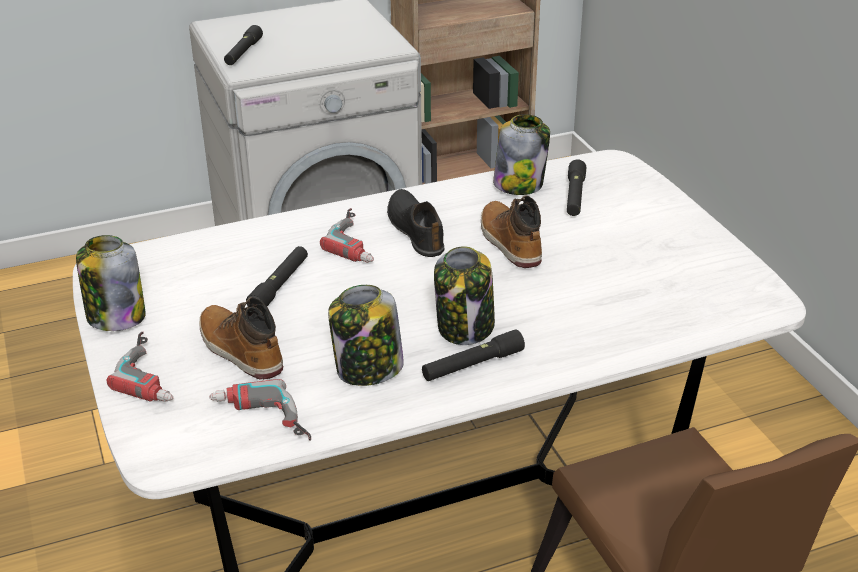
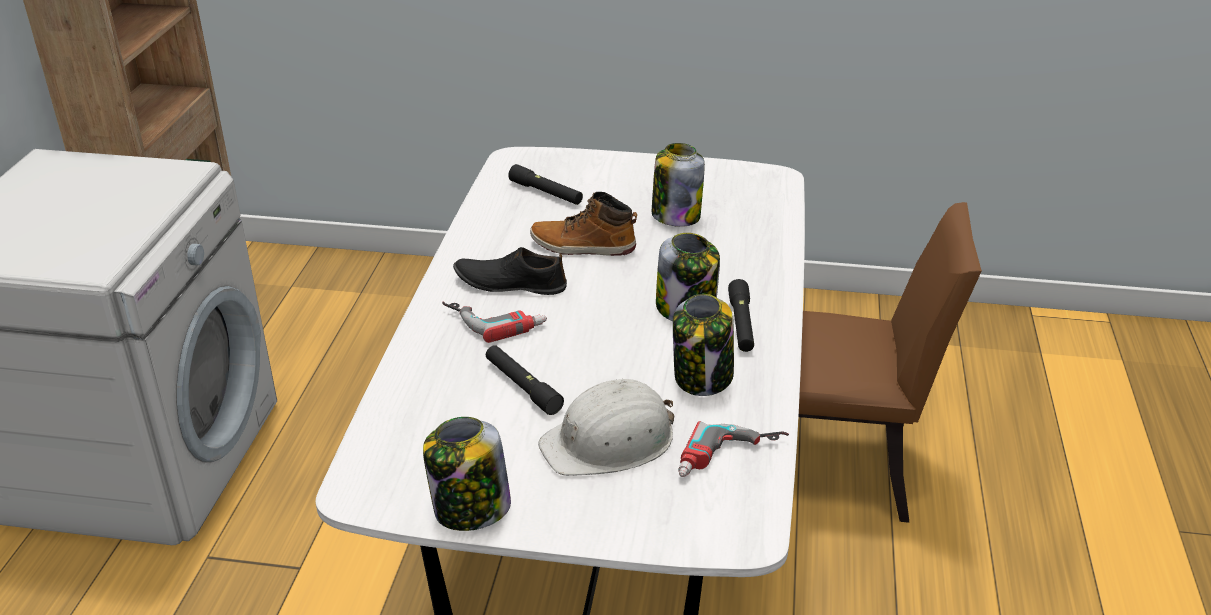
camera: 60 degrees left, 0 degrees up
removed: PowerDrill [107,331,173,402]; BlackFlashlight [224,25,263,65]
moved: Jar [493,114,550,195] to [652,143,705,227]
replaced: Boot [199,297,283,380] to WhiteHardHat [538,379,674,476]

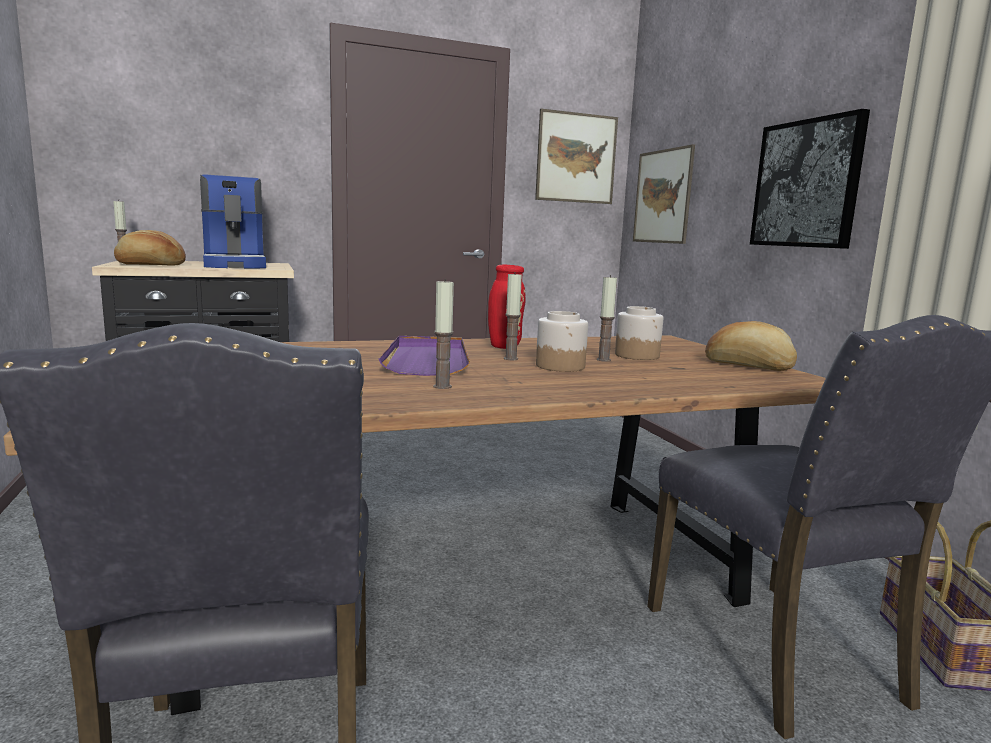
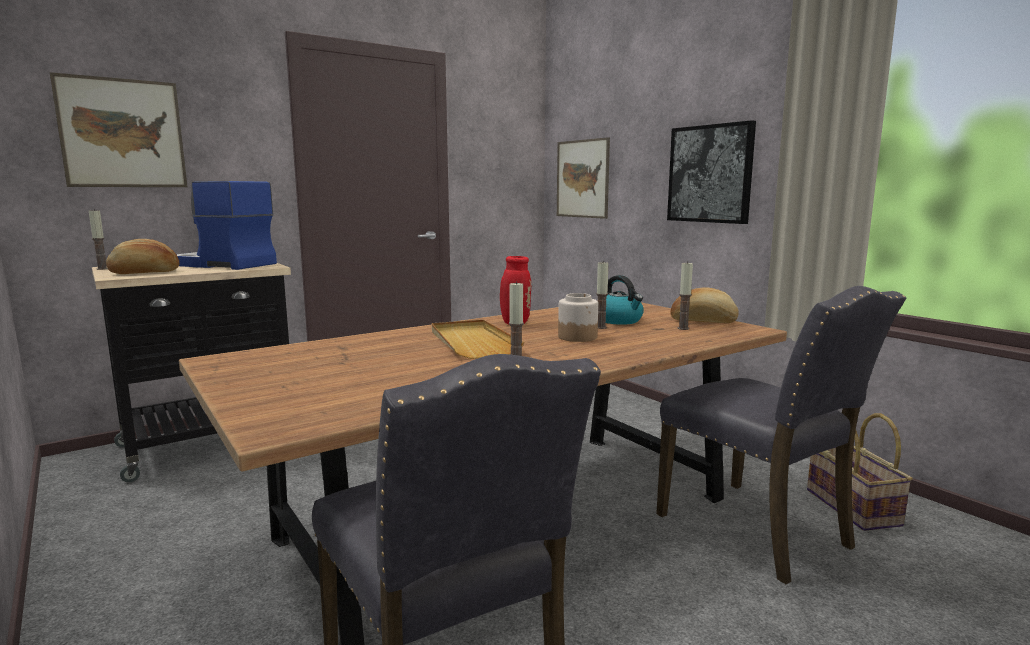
camera: 15 degrees left, 0 degrees up
moved: Picture [535,109,618,204] to [50,72,188,187]; Candle [504,274,522,360] to [678,261,693,330]
replaced: Jar [615,306,663,360] to Kettle [606,275,644,325]
recoloured: PurpleTray [378,336,470,376] to BeigeTray [432,320,524,359]
turned: CoffeeMachine [200,174,266,269] = [176,181,277,270] 150 degrees clockwise

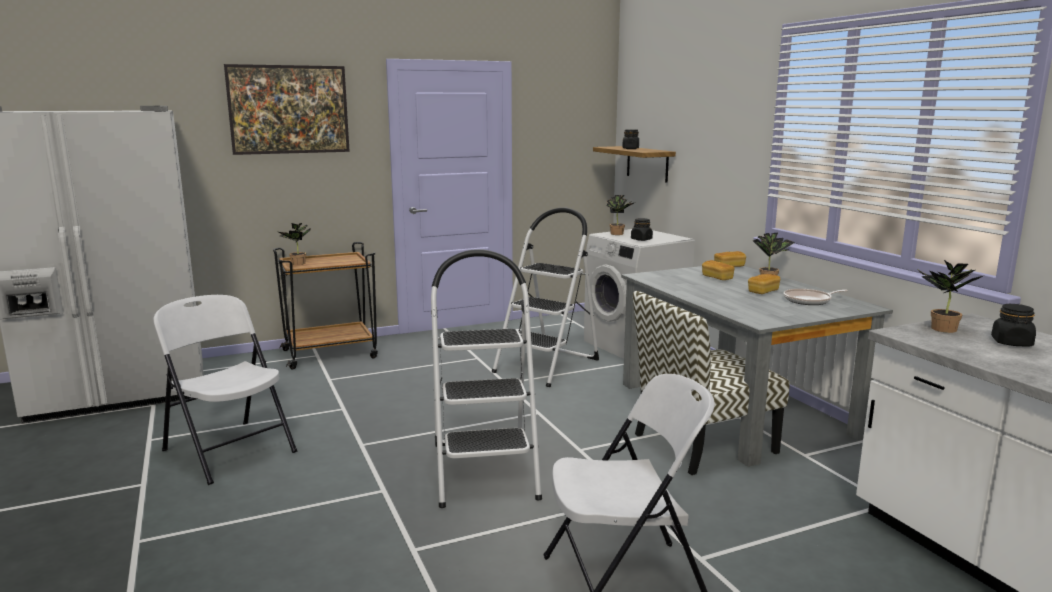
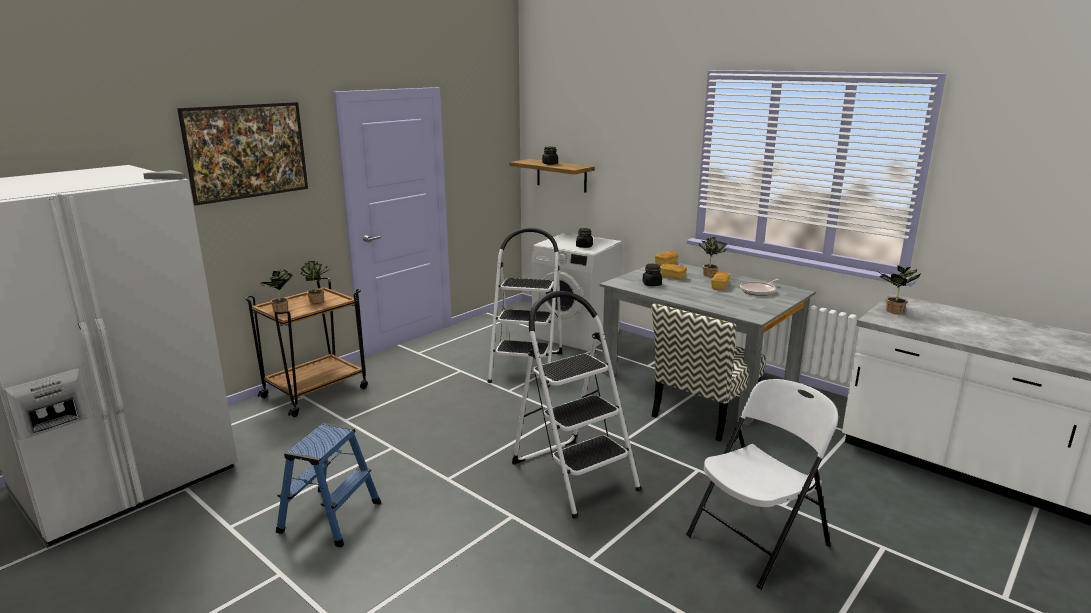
camera: 25 degrees left, 5 degrees up
moved: PottedPlant [606,195,634,235] to [300,261,330,303]; BlackJar [991,304,1036,346] to [643,264,662,286]
replaced: WhiteChair [154,295,297,485] to BlueStepLadder [276,423,381,547]

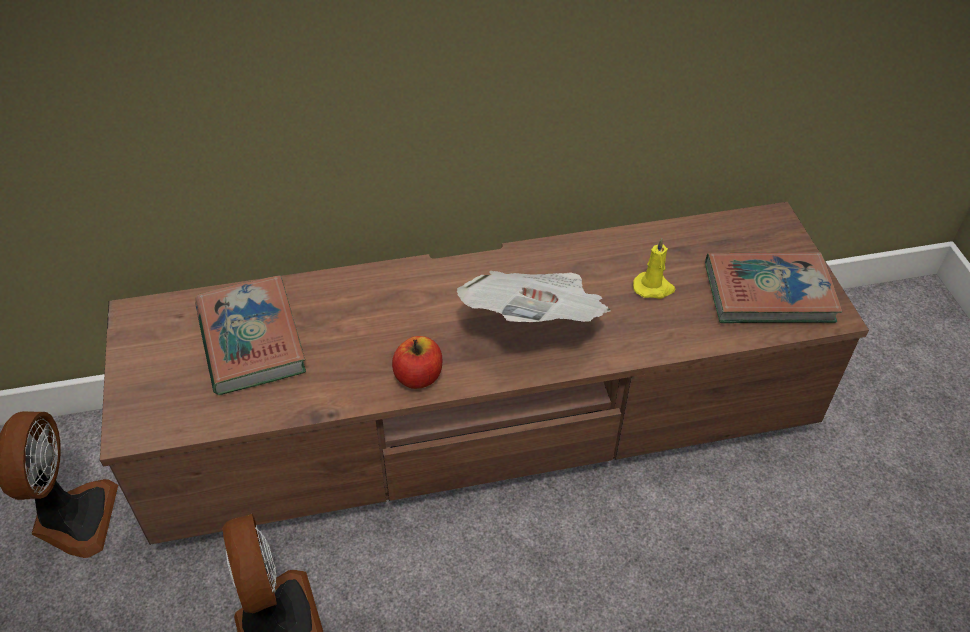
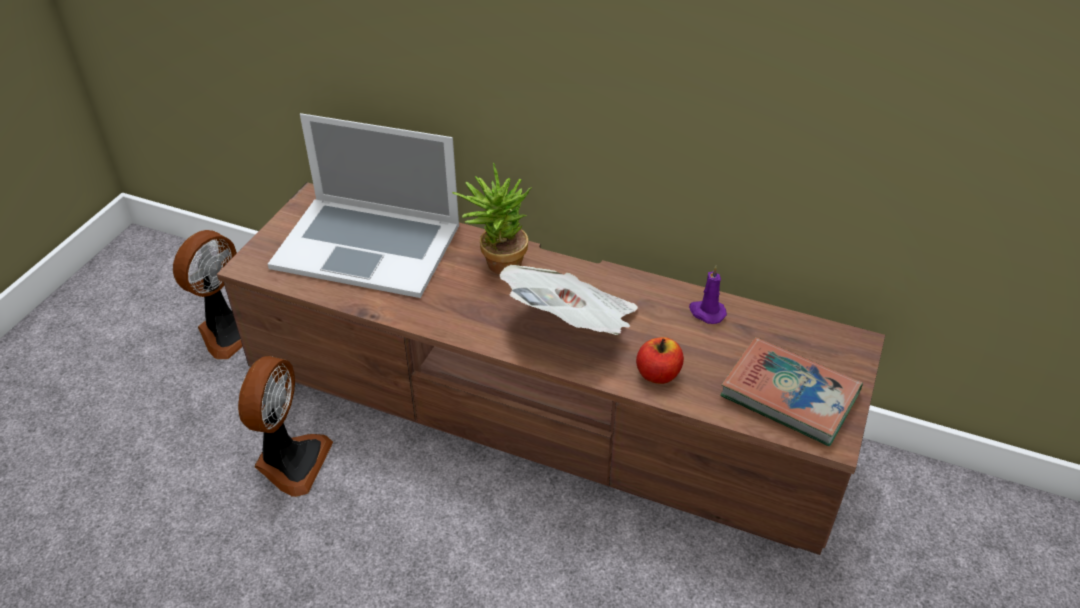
camera: 35 degrees right, 5 degrees down
removed: YellowCandle [633,238,675,299]
added: PottedPlant [452,162,532,274]; PurpleCandle [689,266,727,324]
moved: Apple [392,336,442,389] to [636,337,684,384]
replaced: Book [195,276,306,395] to Laptop [268,113,459,298]

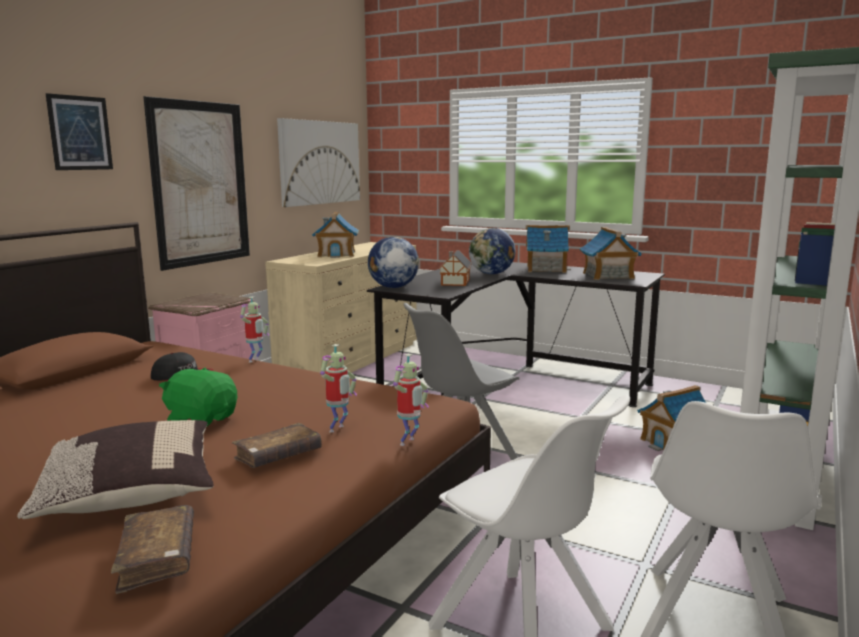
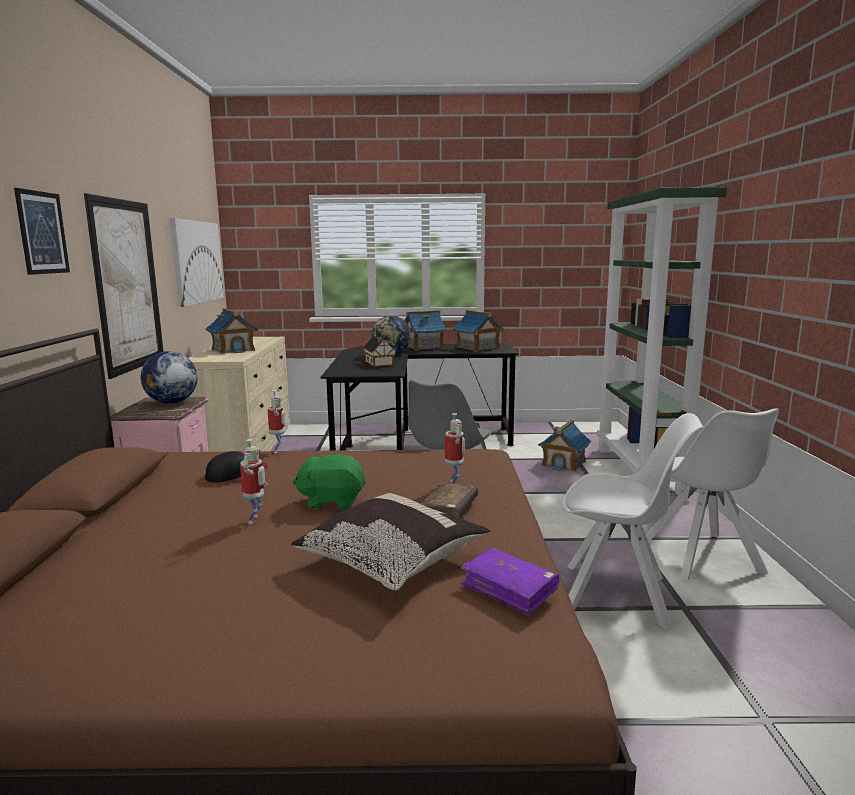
camera: 30 degrees left, 0 degrees up
moved: Globe [368,237,419,288] to [141,351,198,404]; ToyRobot [393,354,429,446] to [240,439,268,524]
recoloured: BrownBook [111,505,194,594] to PurpleBook [461,548,559,616]

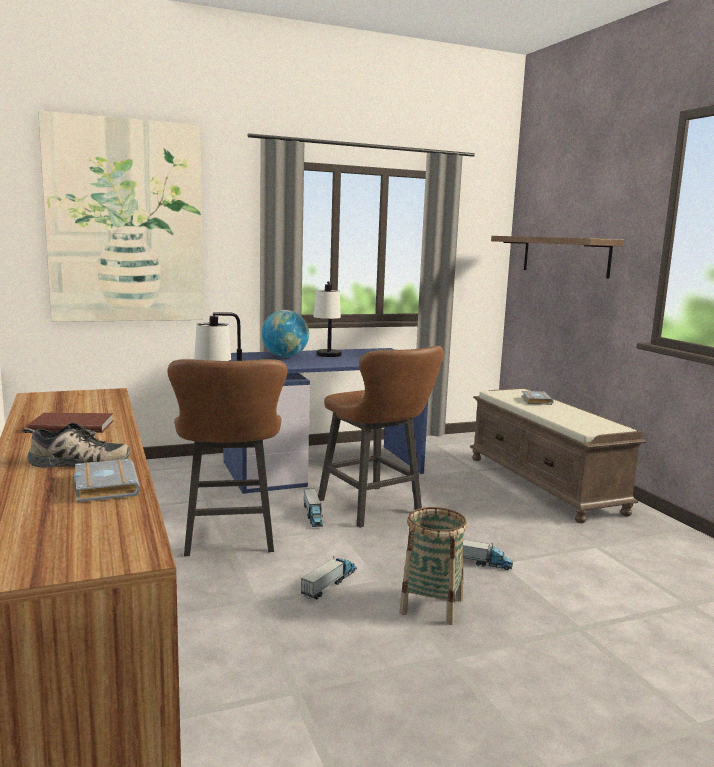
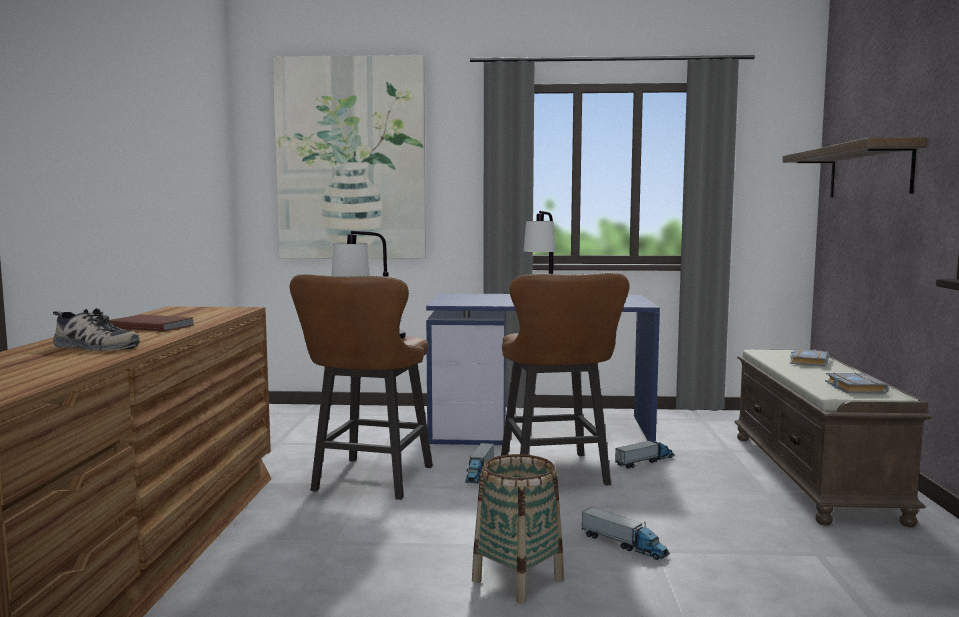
camera: 25 degrees right, 5 degrees down
removed: Globe [262,310,309,357]
moved: ToyTruck [301,556,357,599] to [615,439,674,469]; GreyBook [74,459,140,502] to [825,373,889,394]

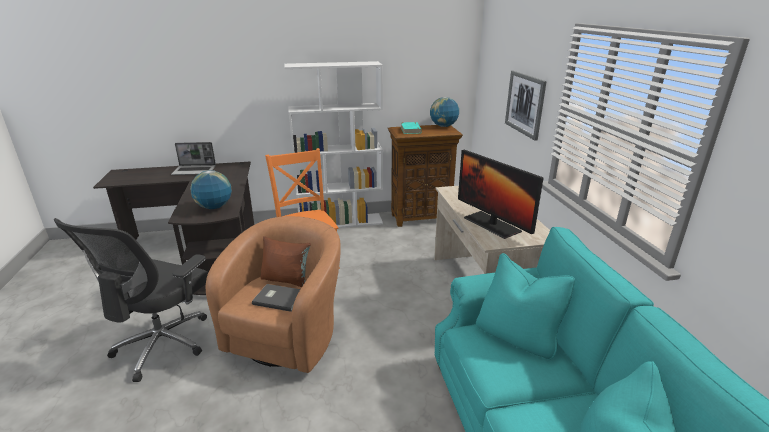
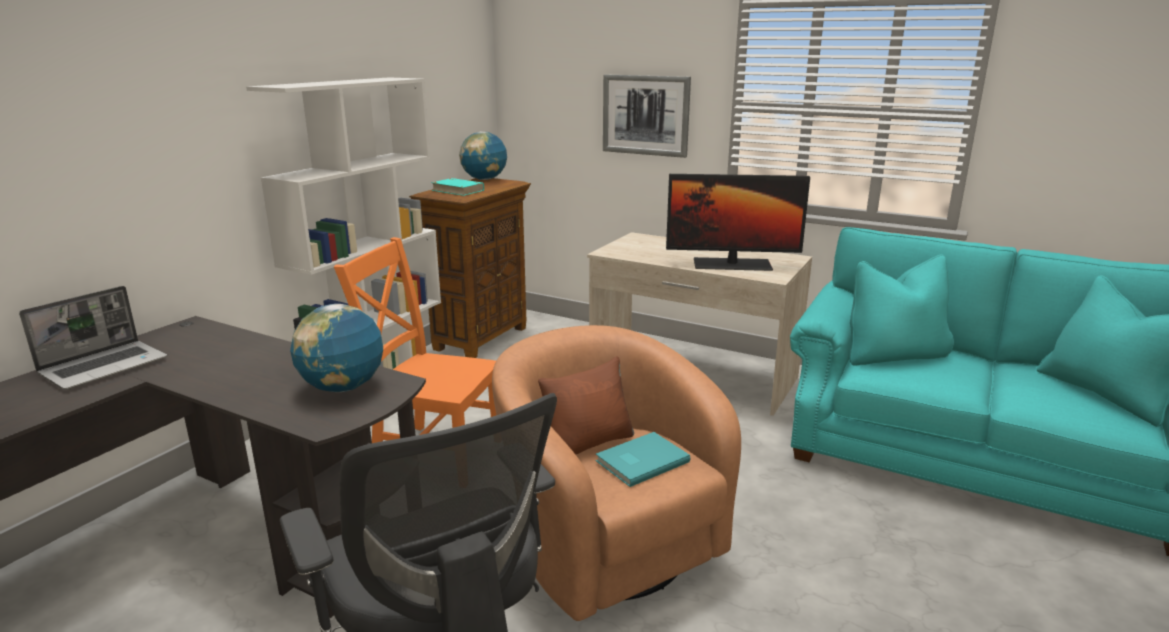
camera: 50 degrees left, 5 degrees down
recoloured: GreyBook [252,284,300,312] to TurquoiseBook [596,432,690,487]

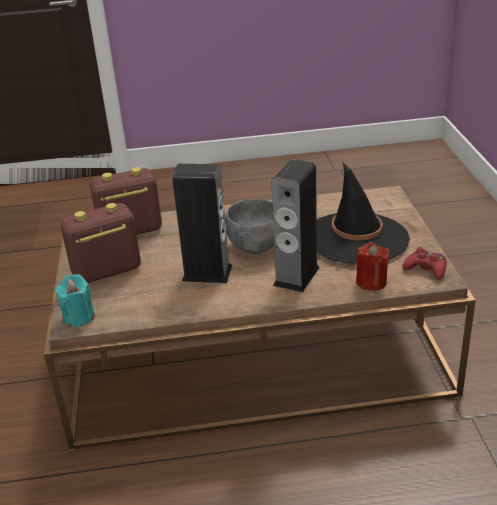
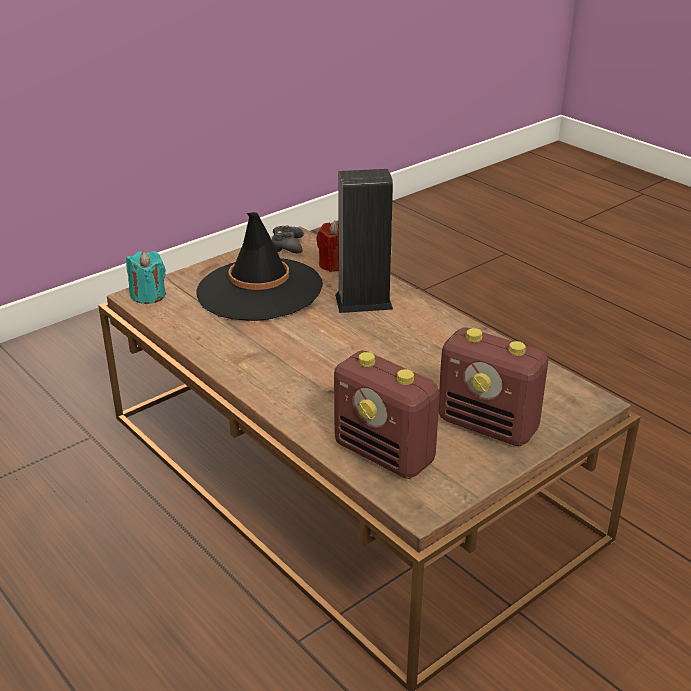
camera: 125 degrees left, 0 degrees up
removed: Speaker [172,164,232,283]; GreyBowl [225,199,274,254]
moved: TurquoiseCandle [55,274,95,327] to [126,251,166,304]
recoloured: RedGameController [402,247,447,280] to BlackGameController [272,225,304,254]

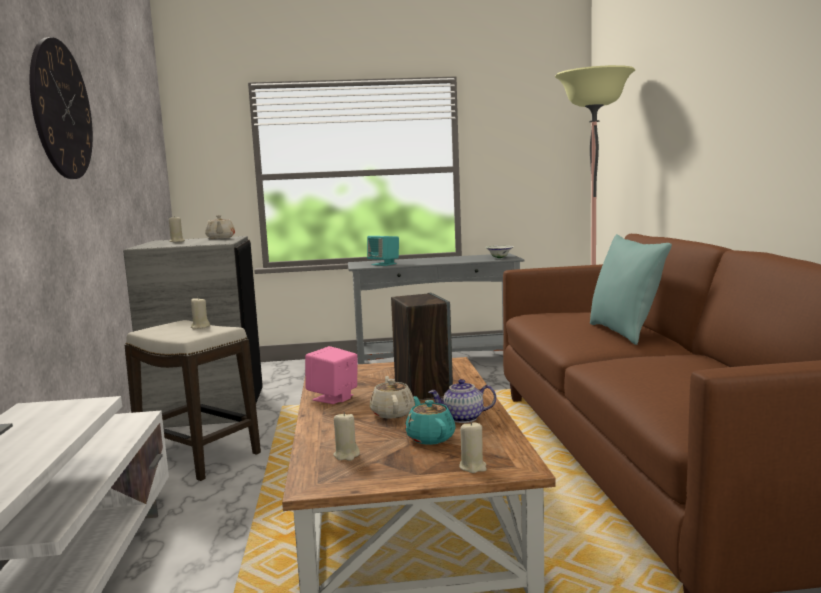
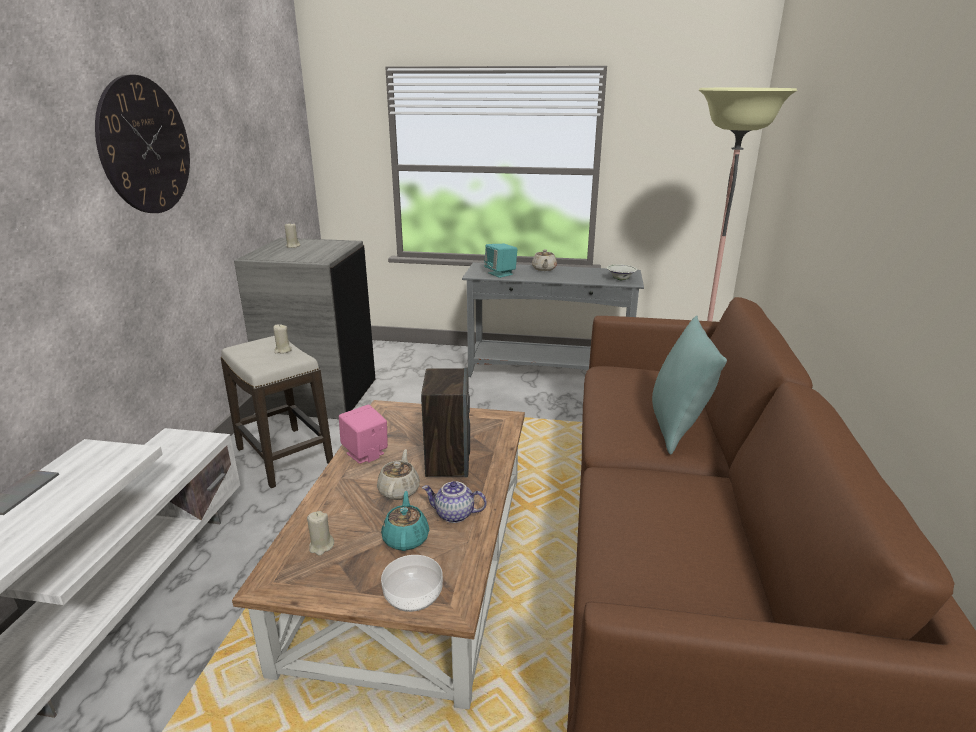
camera: 15 degrees right, 15 degrees up
moved: BeigeTeapot [205,215,235,239] to [532,249,557,271]
replaced: BeigeCandle [459,421,487,473] to Bowl [381,555,443,612]

